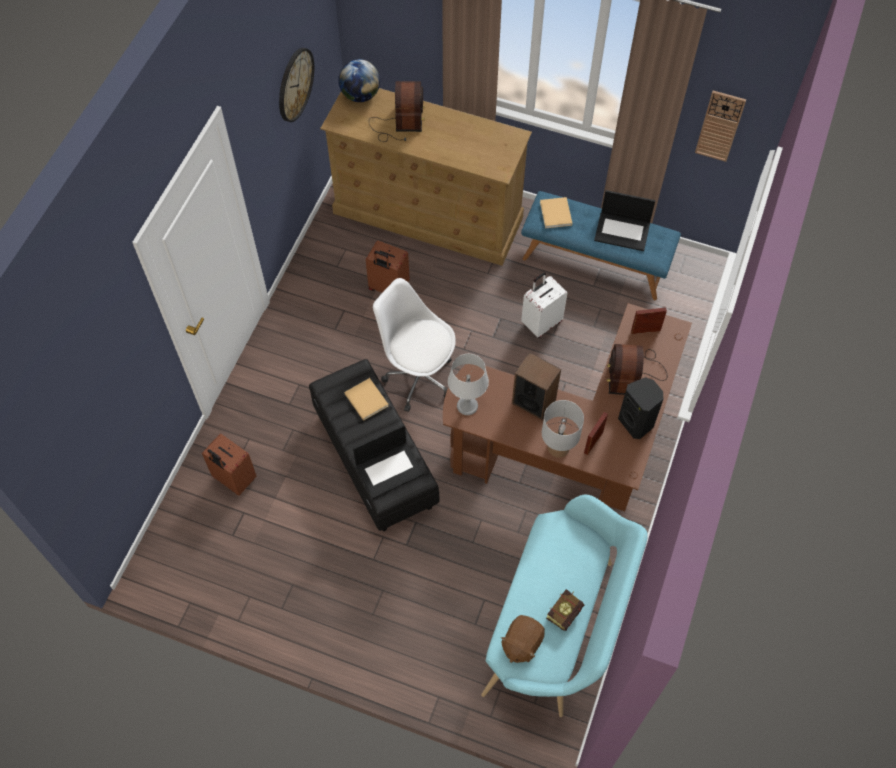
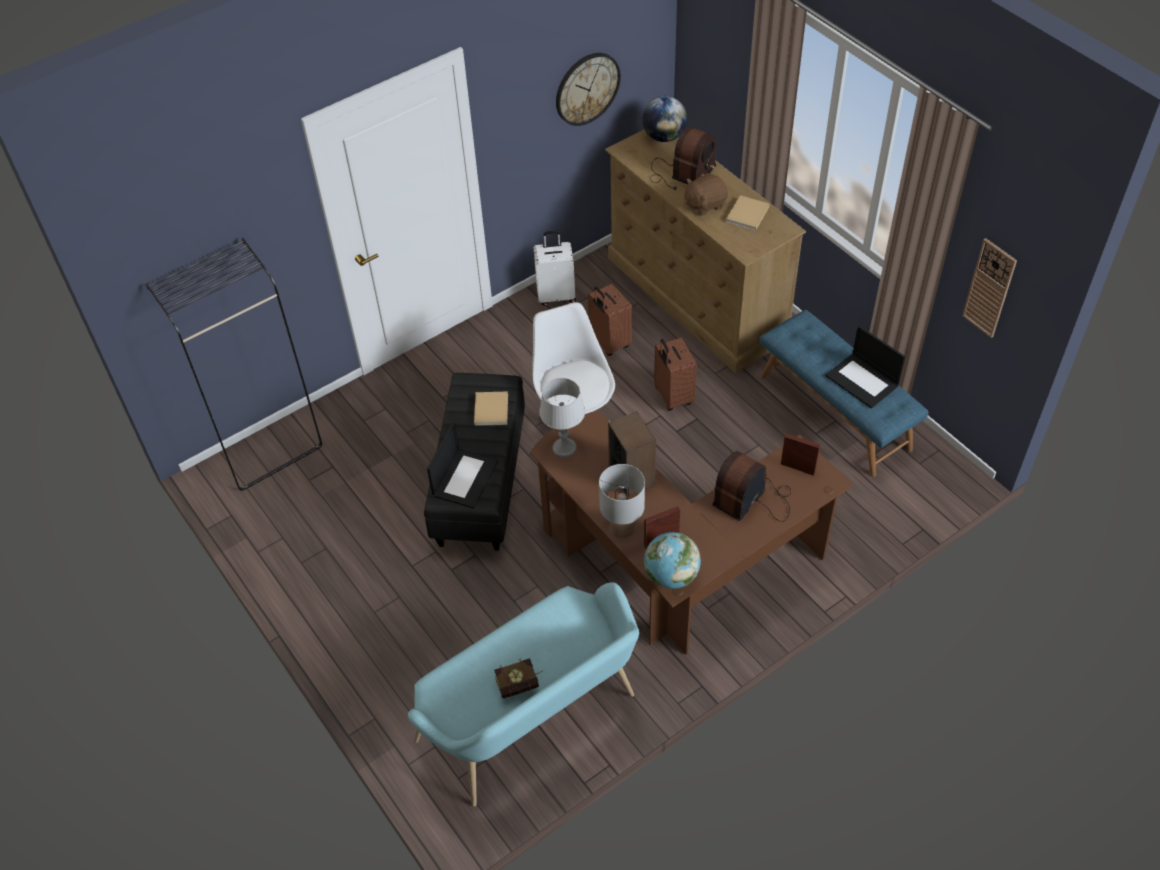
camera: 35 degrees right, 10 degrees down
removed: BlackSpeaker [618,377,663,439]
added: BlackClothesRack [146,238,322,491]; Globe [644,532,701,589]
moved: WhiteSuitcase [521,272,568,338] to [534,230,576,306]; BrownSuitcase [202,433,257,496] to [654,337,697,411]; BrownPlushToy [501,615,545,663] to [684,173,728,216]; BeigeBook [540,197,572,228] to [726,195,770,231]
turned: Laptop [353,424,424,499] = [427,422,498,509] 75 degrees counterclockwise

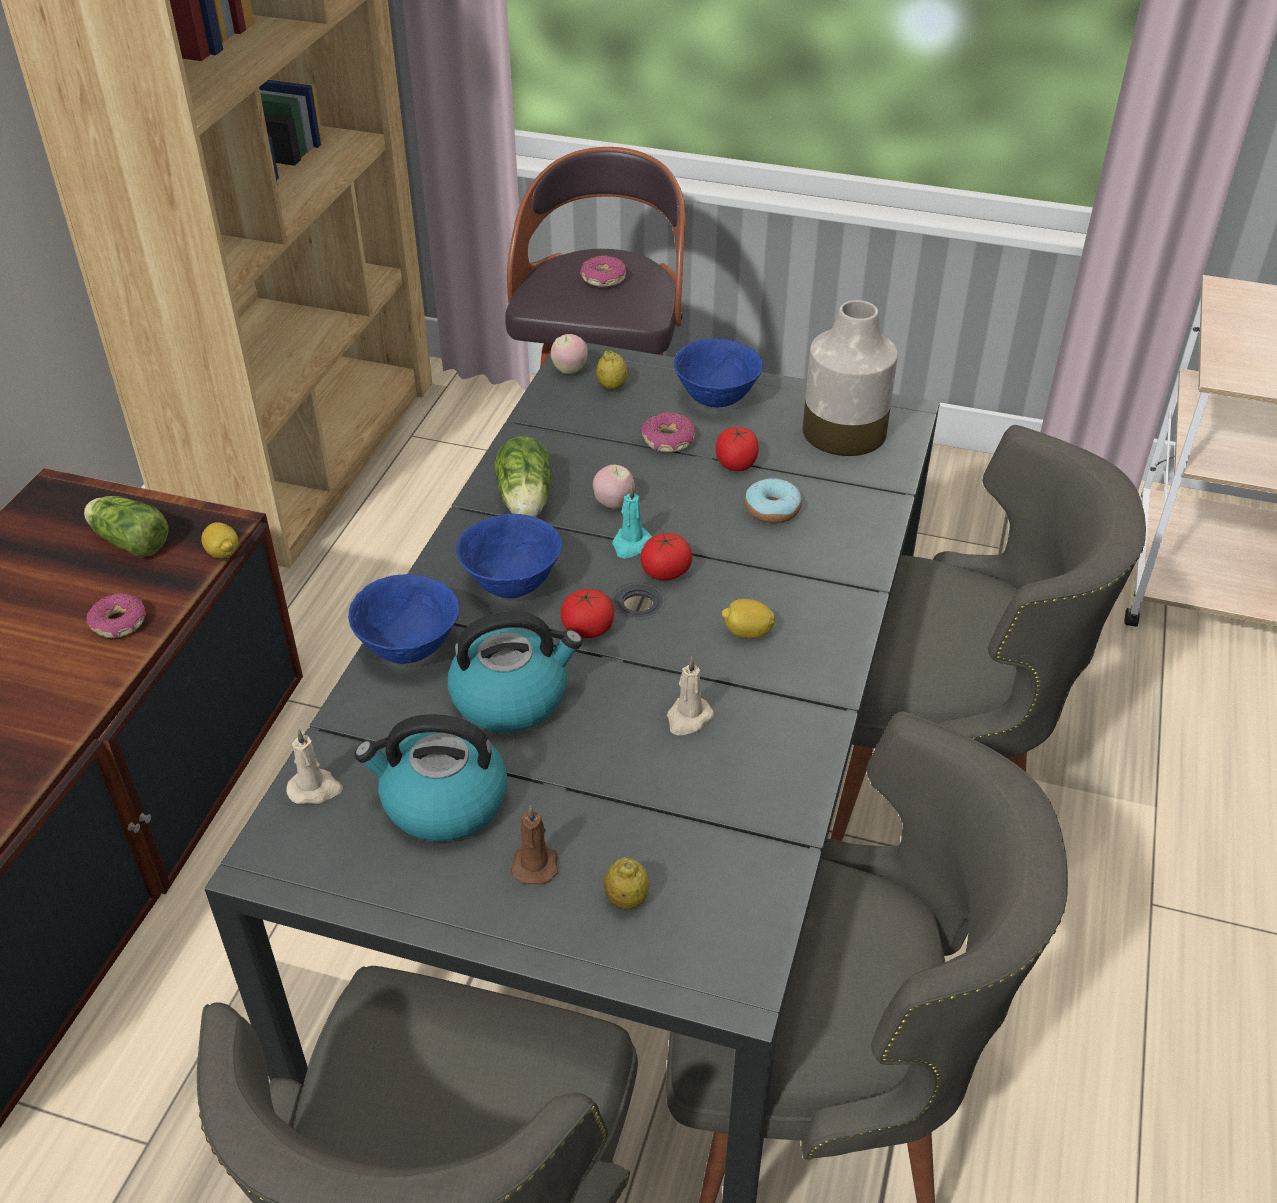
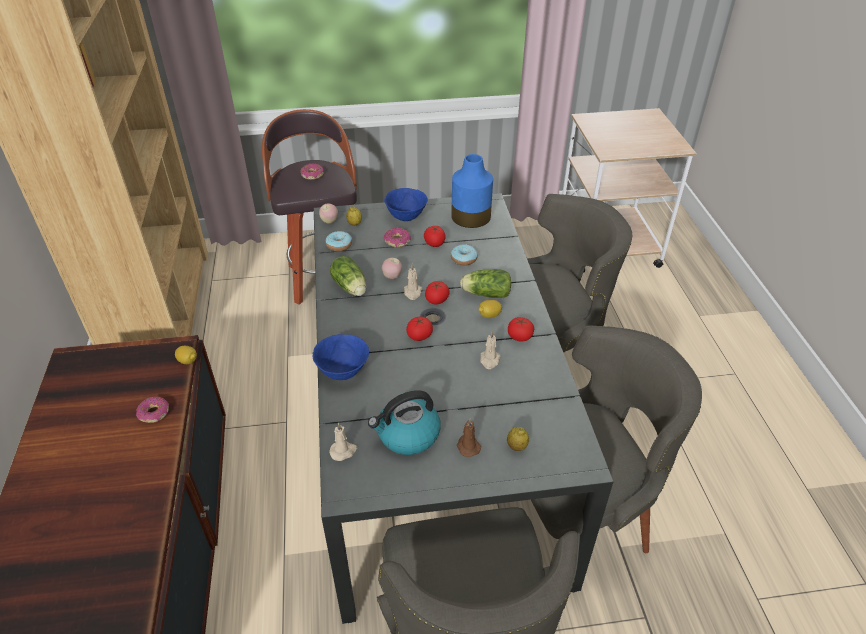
camera: 25 degrees left, 0 degrees up
removed: Kettle [448,611,583,733]; BlueBowl [456,514,562,598]
added: Donut [326,231,352,252]; Tomato [508,317,534,342]
moved: Lettuce [84,496,168,557] to [460,269,511,298]
recoloured: TurquoiseCandle [612,485,652,558] to BeigeCandle [404,264,422,300]; BeigeVase [803,300,898,456] to BlueVase [451,154,493,228]

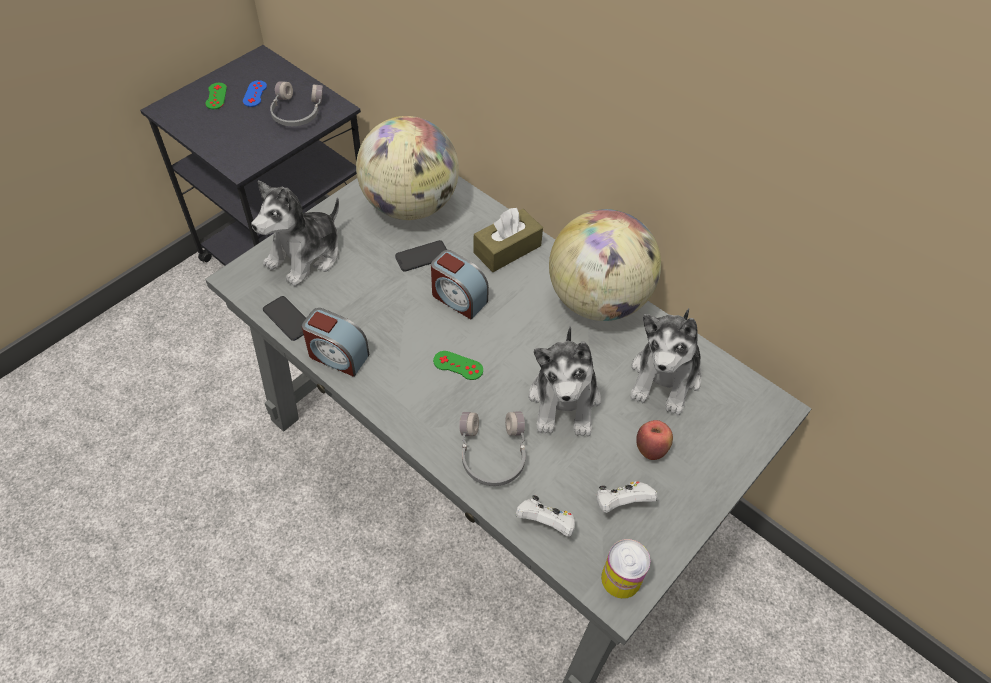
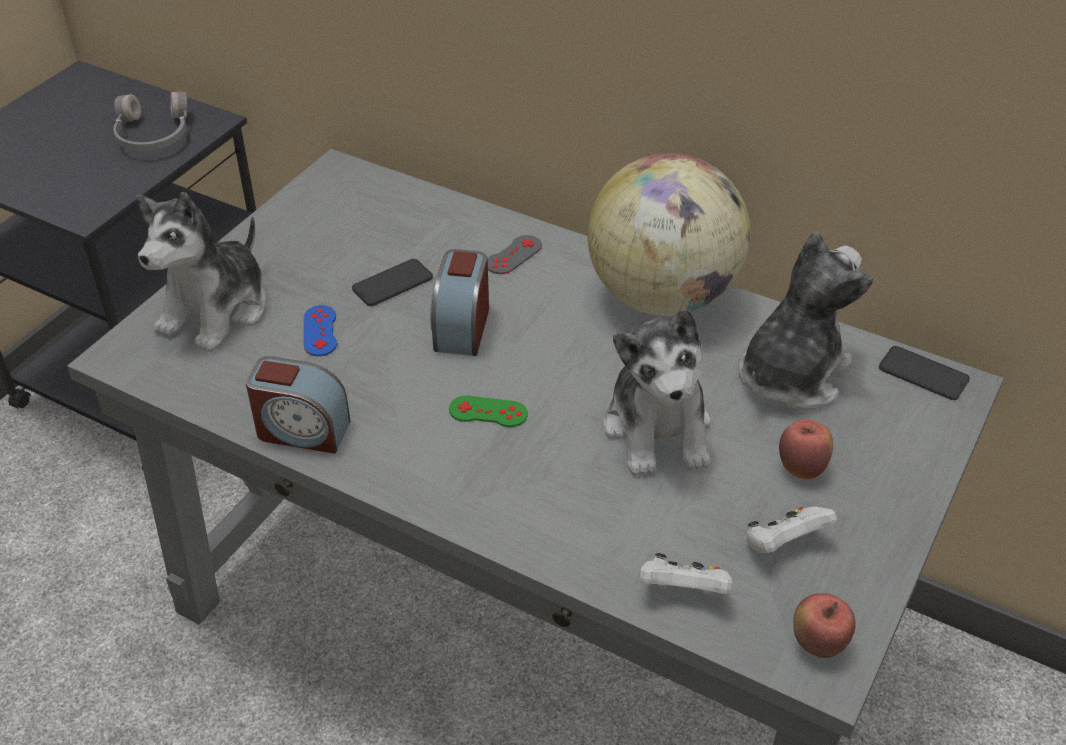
camera: 10 degrees left, 10 degrees down
removed: GreenGameController [205,83,227,109]; Globe [356,116,459,220]; GreyHeadphones [459,411,526,486]
moved: BlueGameController [243,80,267,107] to [304,305,337,356]; Phone [263,296,306,341] to [879,346,970,400]
replaced: BrownTissueBox [473,207,543,272] to GreyGameController [488,235,542,274]; Can [601,539,650,599] to Apple [794,593,856,658]
turned: AlarmClock [431,250,489,319] = [430,249,489,356] 75 degrees clockwise; PlushToy [630,308,701,416] = [738,231,873,410] 150 degrees counterclockwise

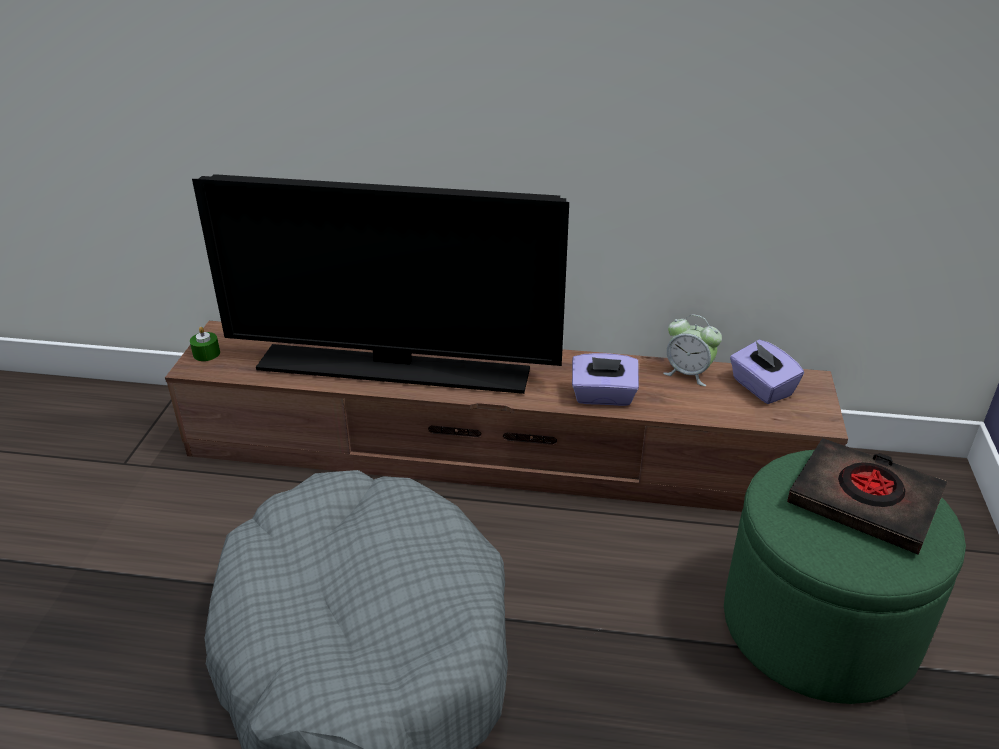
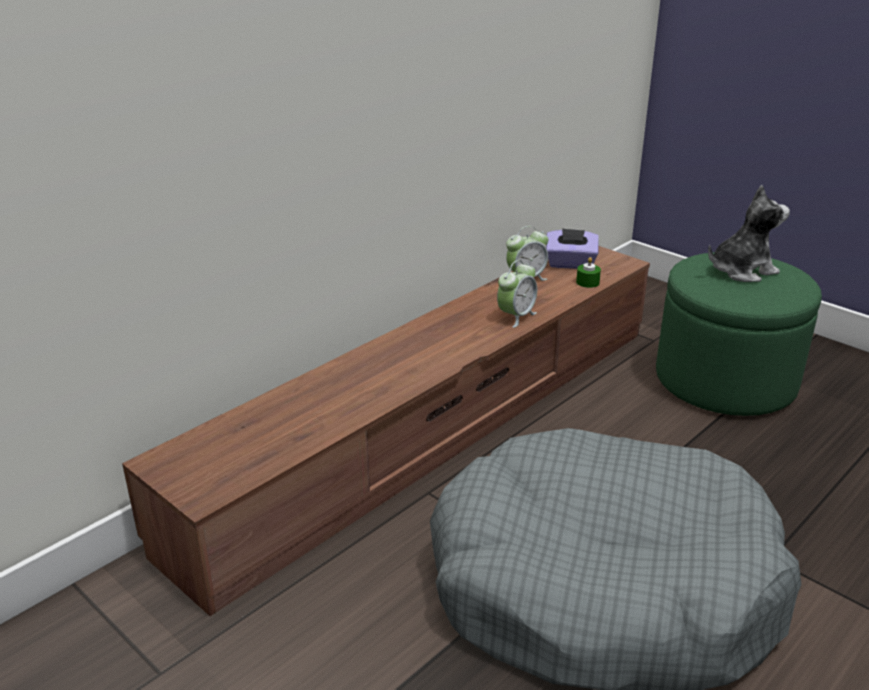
camera: 55 degrees left, 5 degrees down
removed: Television [192,174,569,394]
moved: GreenCandle [190,327,220,361] to [576,257,601,288]
replaced: PurpleTissueBox [572,353,639,406] to AlarmClock [497,260,537,328]; BlackBook [787,438,947,555] to PlushToy [708,185,790,282]

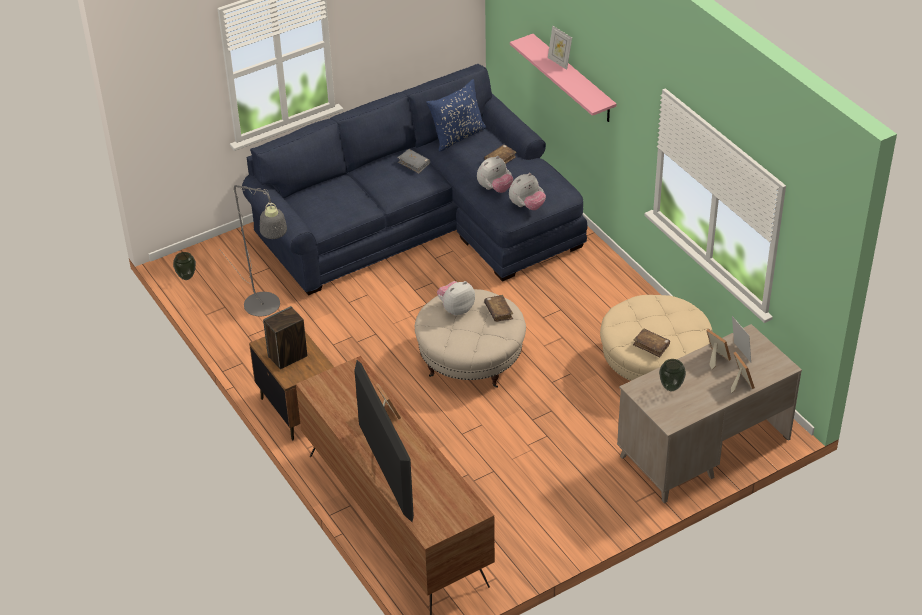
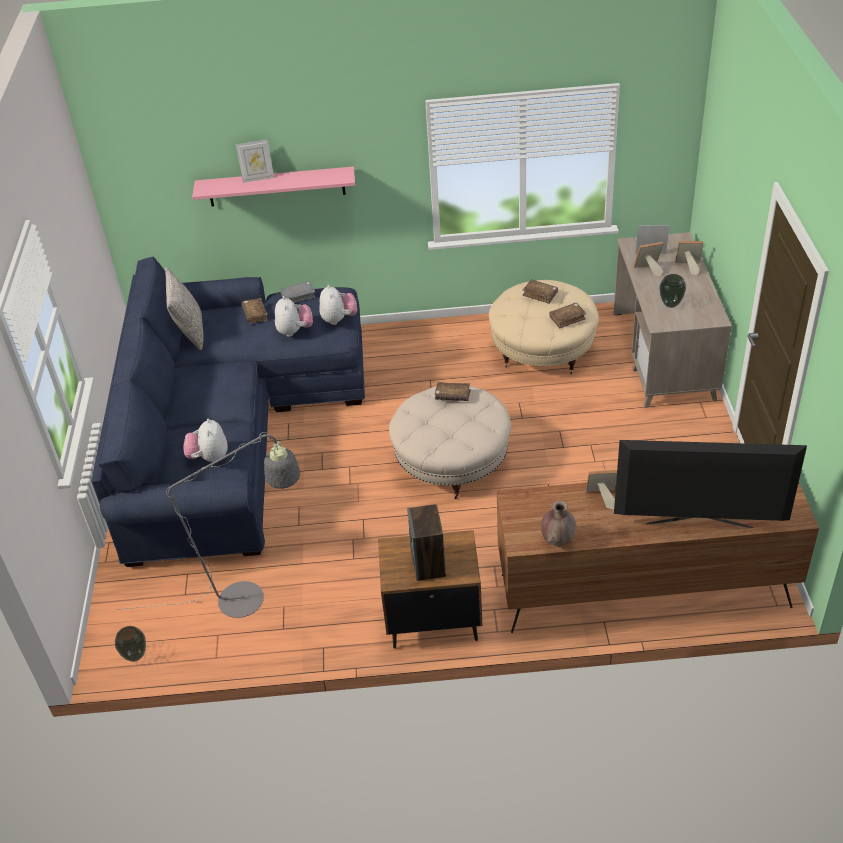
camera: 60 degrees left, 0 degrees up
added: BrownBook [523,279,558,304]; BrownVase [541,501,576,546]
moved: PlushToy [437,281,475,316] to [184,419,228,462]; GreyBook [397,149,430,174] to [281,281,316,303]
recoloured: BluePillow [426,79,487,152] to GreyPillow [165,267,204,350]

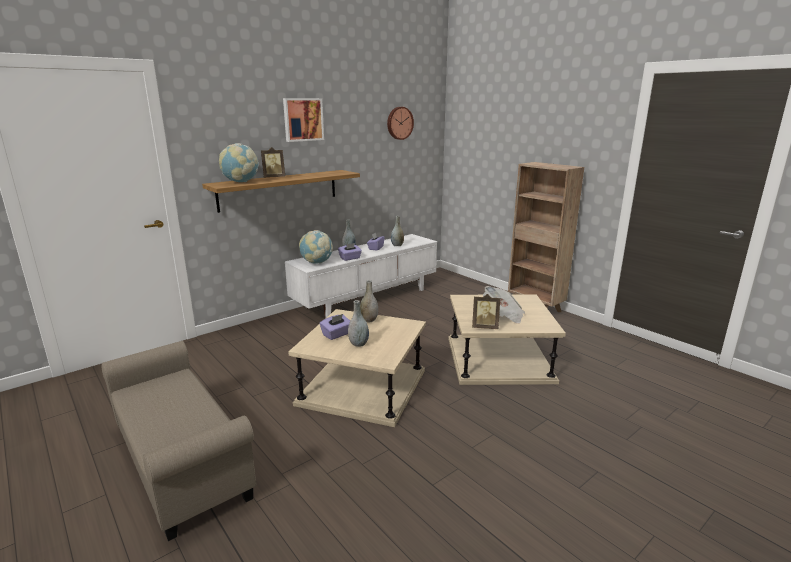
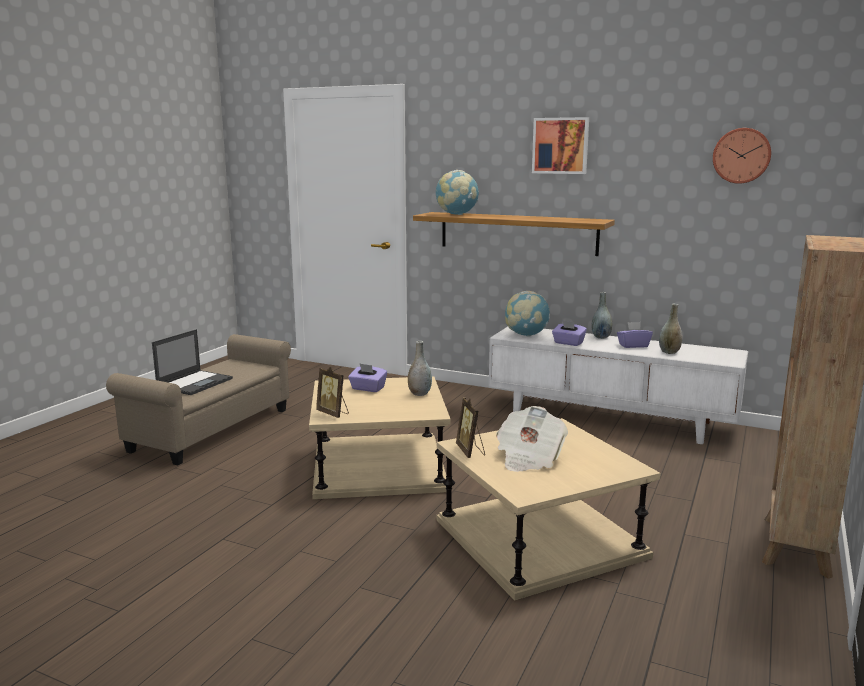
camera: 65 degrees right, 5 degrees down
removed: GreyVase [348,300,369,347]
added: Laptop [152,329,233,395]
moved: PictureFrame [261,147,285,178] to [316,367,349,418]

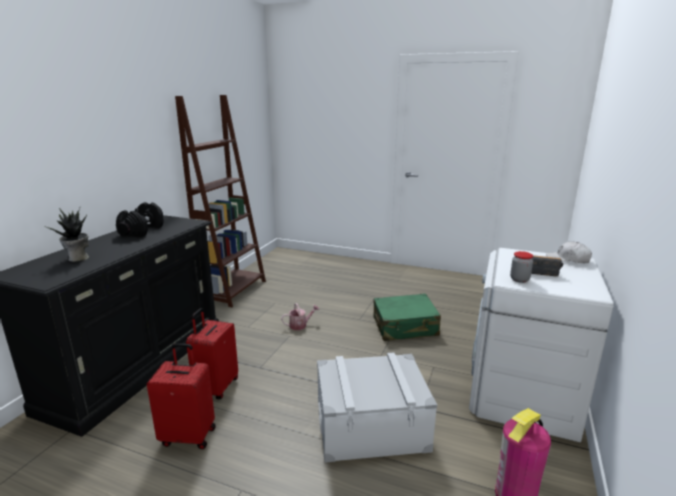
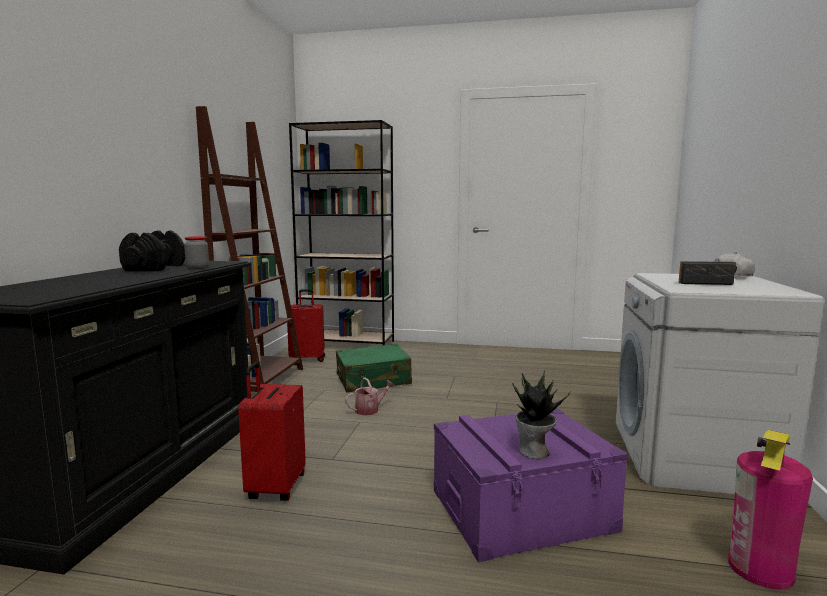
camera: 10 degrees left, 10 degrees down
added: BeigeBookcase [289,120,394,345]
moved: Jar [510,251,533,283] to [184,236,209,269]; RedSuitcase [147,343,216,449] to [287,289,325,362]; GreenSuitcase [373,294,441,341] to [336,344,412,393]; PottedPlant [47,208,89,262] to [512,369,571,459]
recoloured: GreyStorageBox [317,352,437,463] to PurpleStorageBox [434,408,628,562]

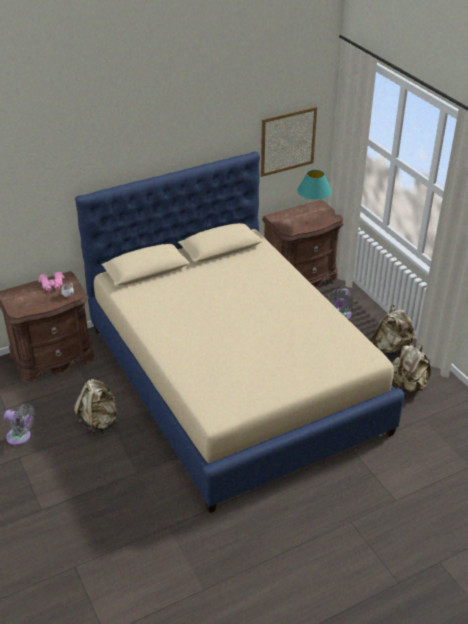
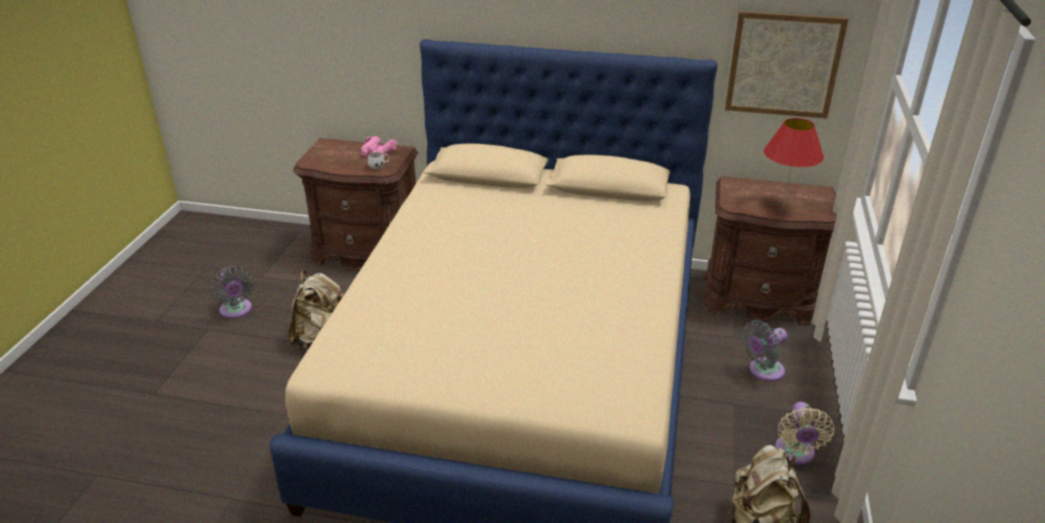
camera: 40 degrees right, 5 degrees down
replaced: BeigeBackpack [371,305,415,354] to BeigeFan [775,402,834,465]
recoloured: TurquoiseTableLamp [297,170,332,222] to RedTableLamp [764,118,824,207]

